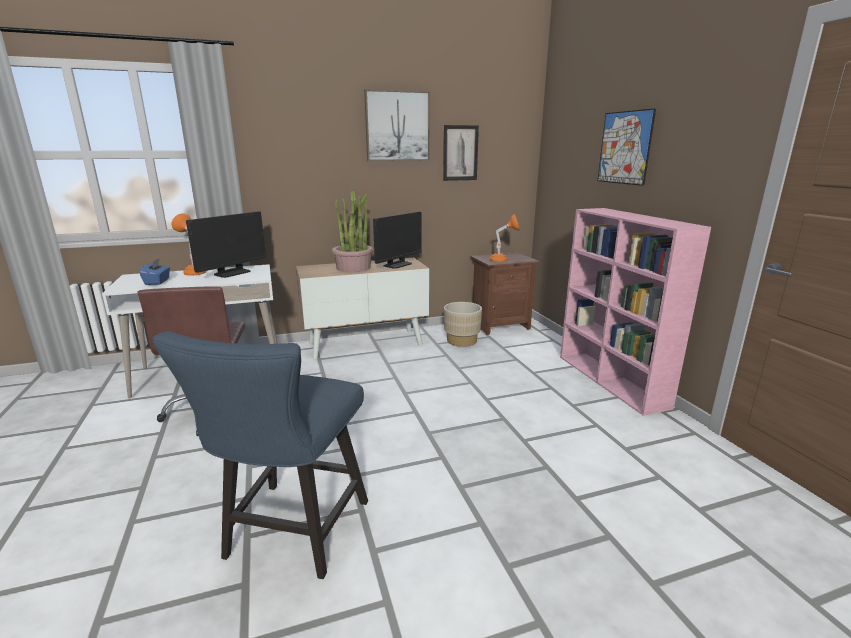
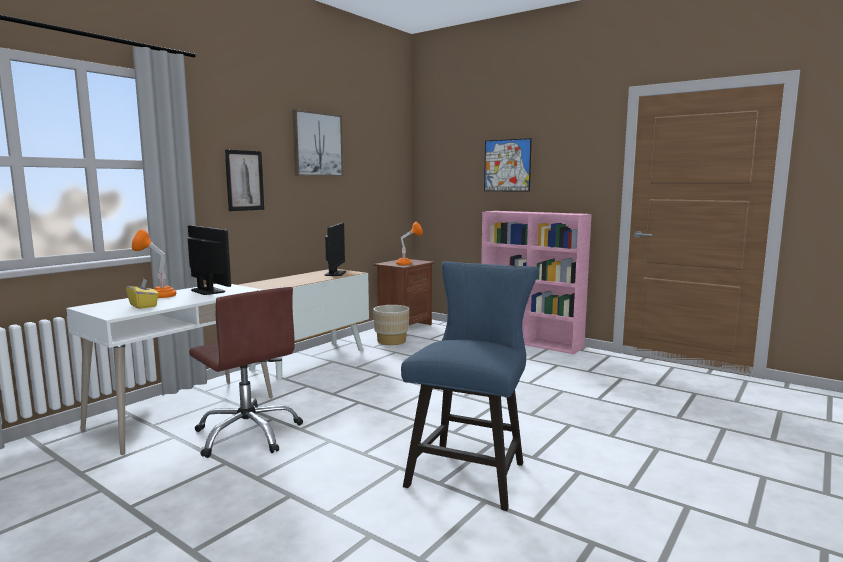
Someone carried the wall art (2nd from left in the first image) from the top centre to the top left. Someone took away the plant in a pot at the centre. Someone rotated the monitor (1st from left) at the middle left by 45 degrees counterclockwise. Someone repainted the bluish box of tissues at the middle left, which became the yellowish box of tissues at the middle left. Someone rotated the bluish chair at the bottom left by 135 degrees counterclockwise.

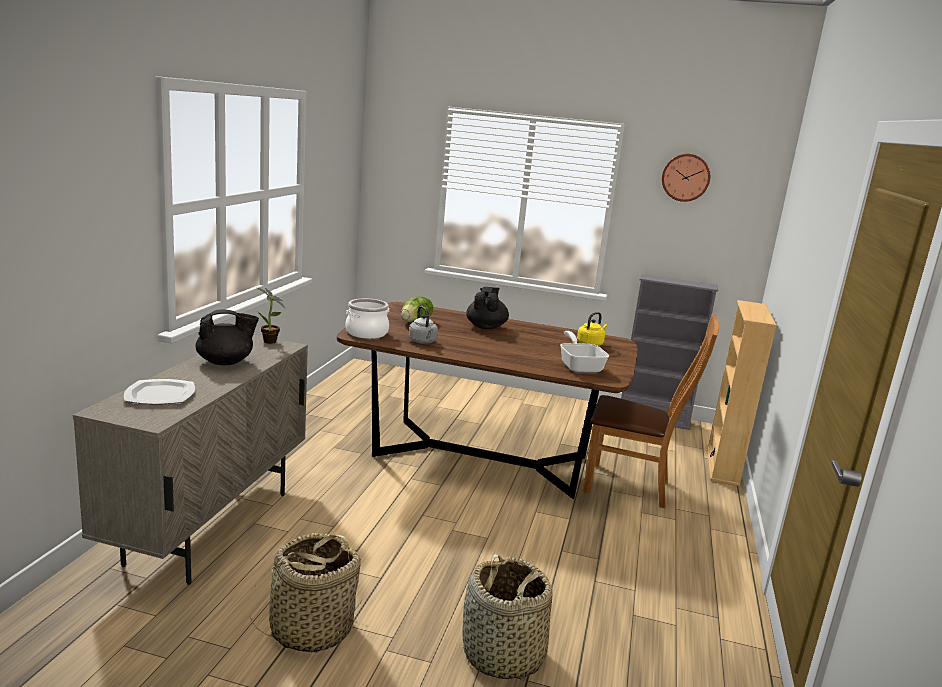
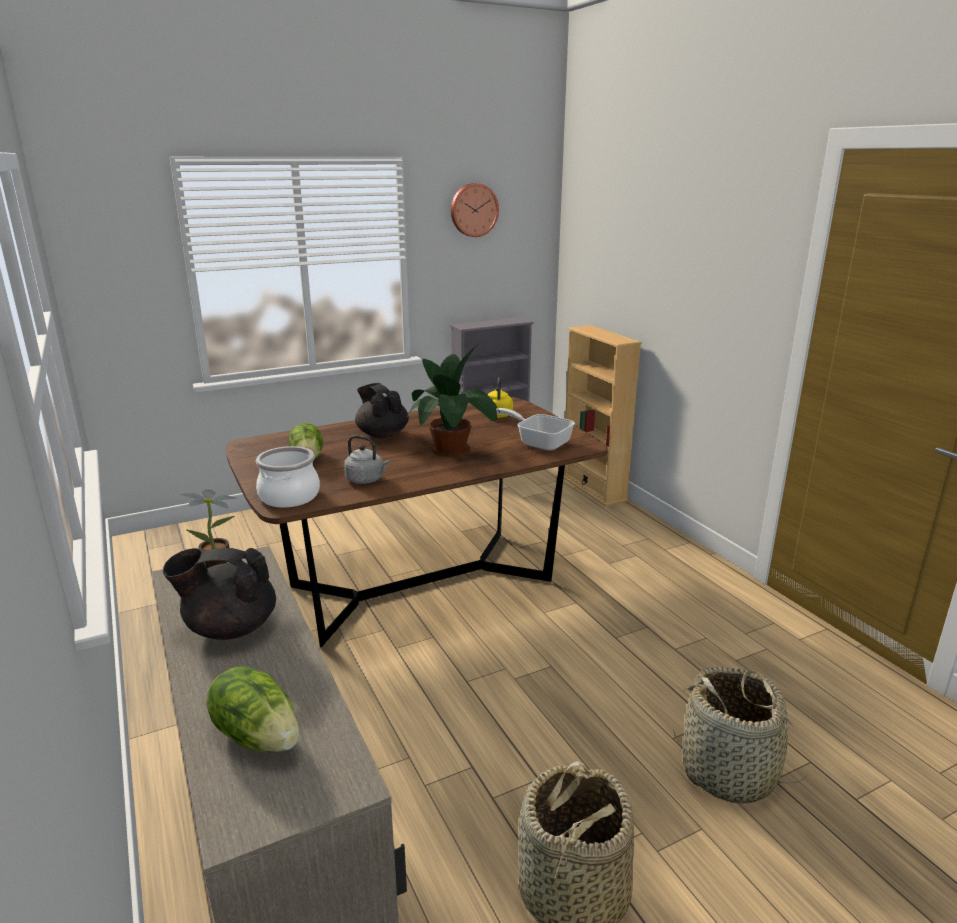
Someone rotated the blackish teapot (1st from left) at the middle left by 120 degrees counterclockwise. Someone took away the brownish chair at the middle right. Someone swapped the flat dish at the middle left for the head of lettuce (1st from left) at the bottom left. Someone put down the plant in a pot (2nd from left) at the centre.

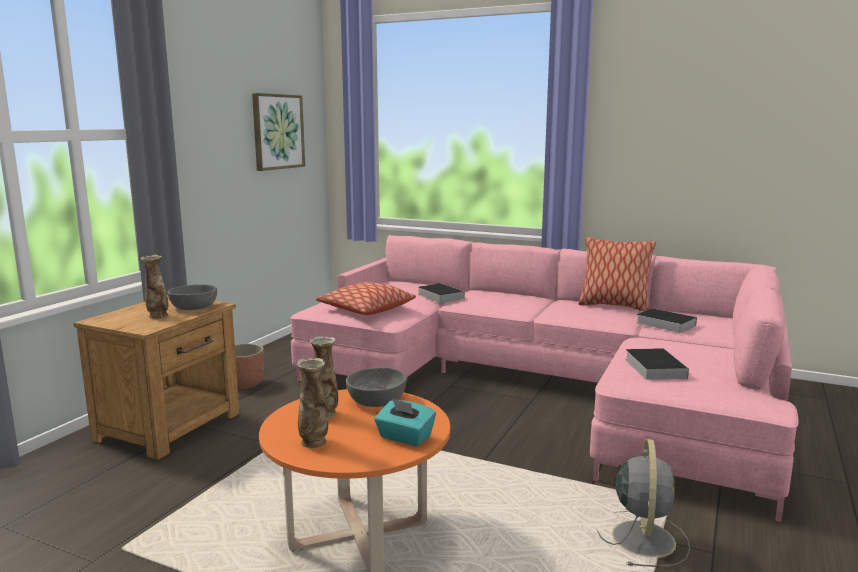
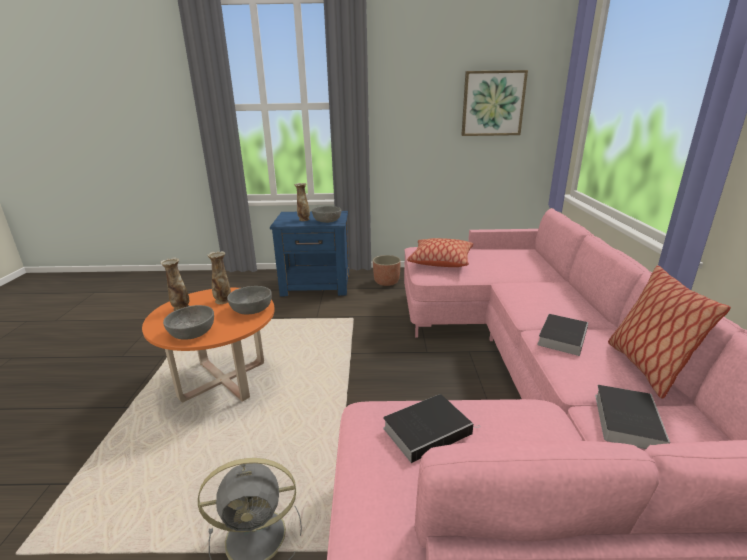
Someone carried the book (1st from left in the first image) from the centre to the middle right. Someone repainted the brownish nightstand at the middle left, which became the bluish nightstand at the centre. Someone swapped the blue-green box of tissues at the bottom centre for the gray serving bowl (1st from left) at the middle left.

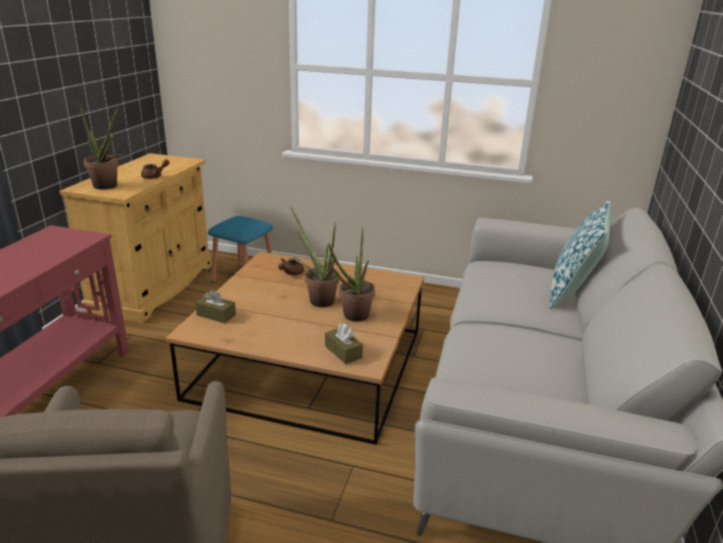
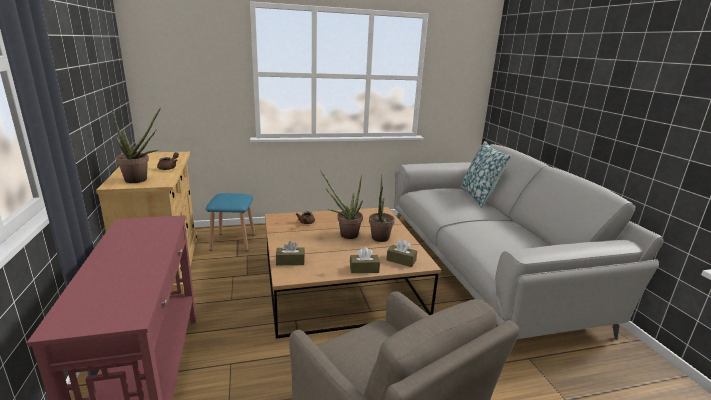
Someone put down the brownish box of tissues (2nd from left) at the centre.

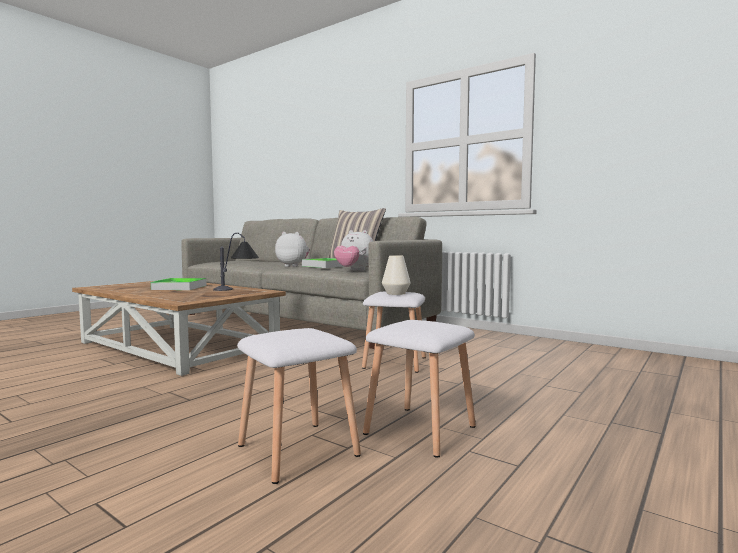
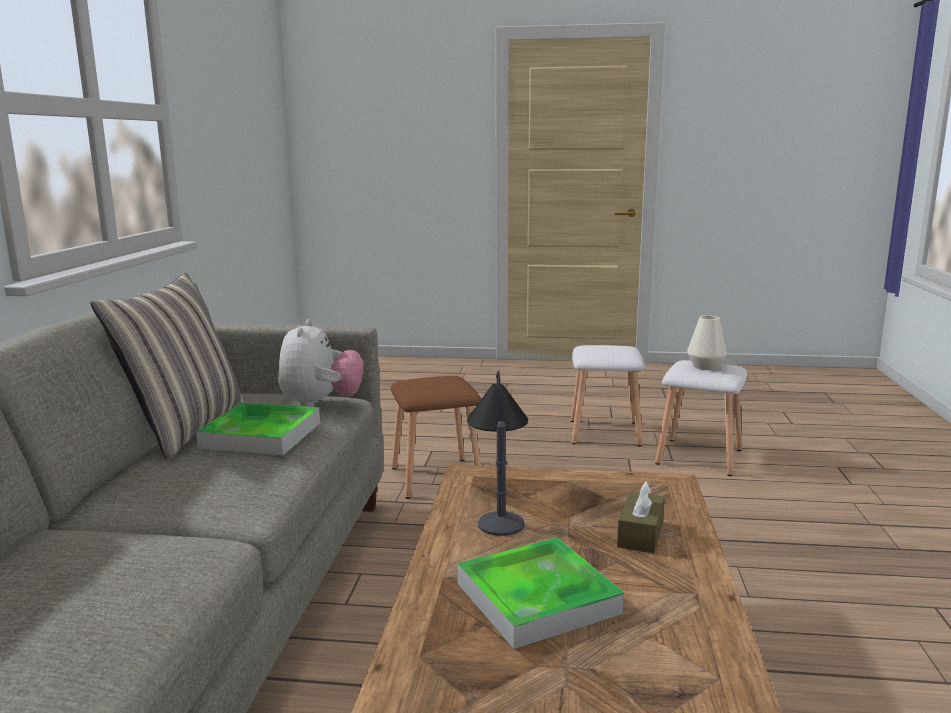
Someone took away the plush toy (1st from left) at the centre. Someone carried the whitish flower vase from the centre to the middle right. Someone repainted the whitish stool seat (2nd from left) at the centre, which became the brownish stool seat at the centre. Someone put down the brownish box of tissues at the bottom right.

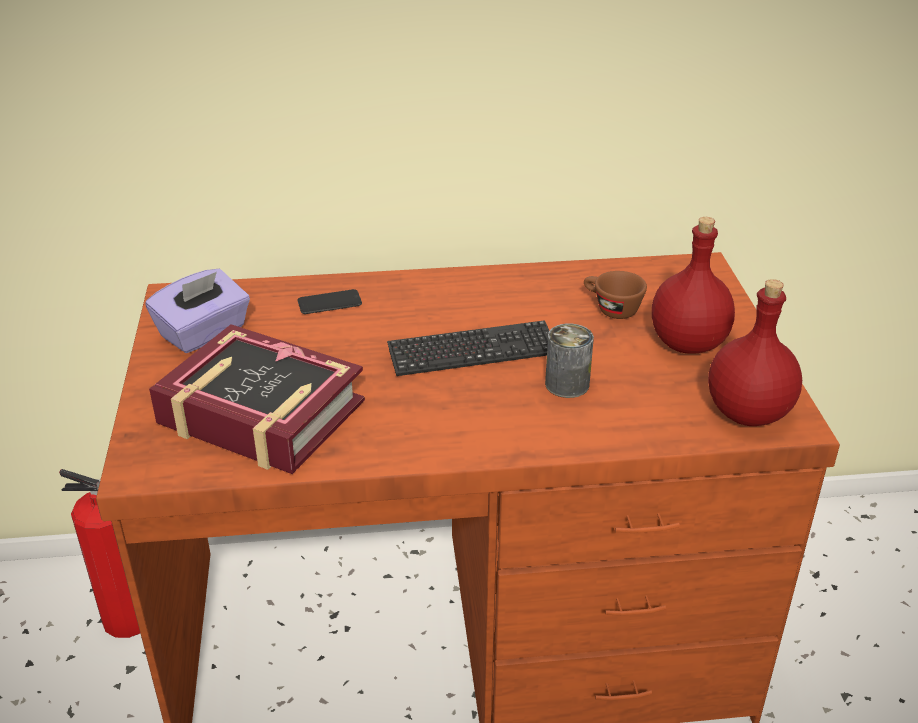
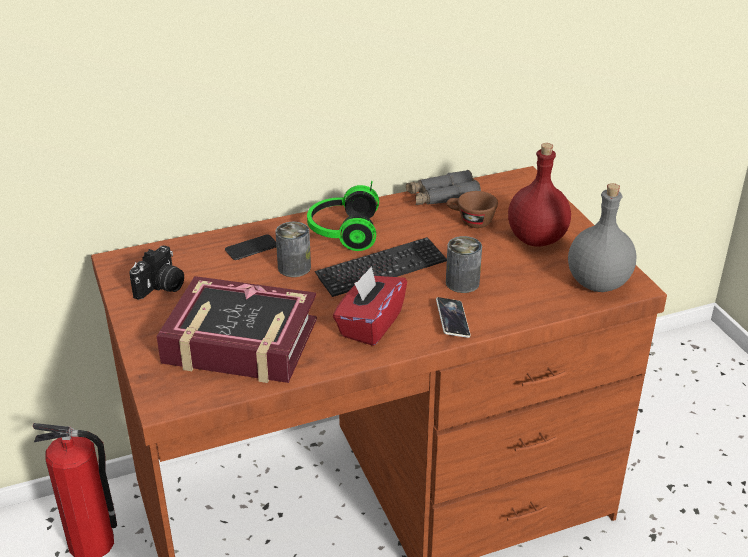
Someone swapped the purple box of tissues at the middle left for the photo camera at the middle left. Someone repainted the reddish bottle (2nd from left) at the middle right, which became the gray bottle at the middle right. Someone put down the gray binoculars at the centre. Someone put down the pair of headphones at the centre. Someone put down the sealed can (1st from left) at the centre. Someone put down the reddish box of tissues at the centre. Someone put down the phone (2nd from left) at the centre.

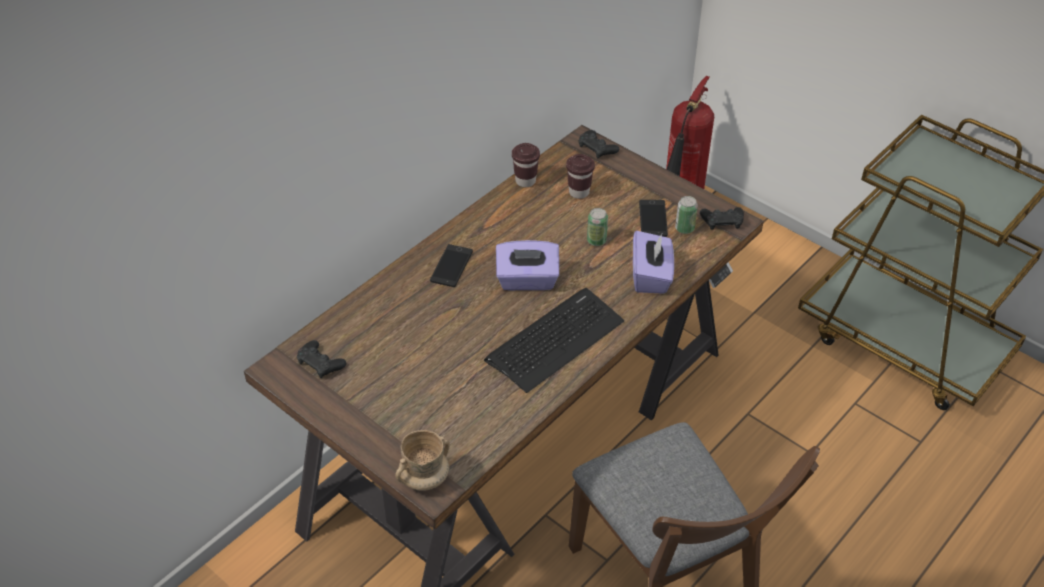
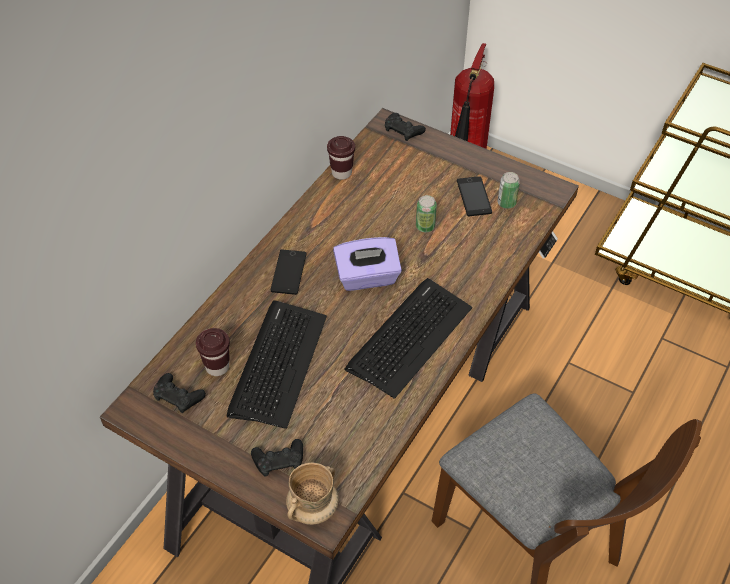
Someone carried the brownish cup (2nd from left in the first image) from the top centre to the middle left. Someone carried the blackish gamepad (3rd from left in the first image) from the middle right to the bottom centre. Someone took away the purple box of tissues (2nd from left) at the centre. Someone put down the PC keyboard (1st from left) at the centre.

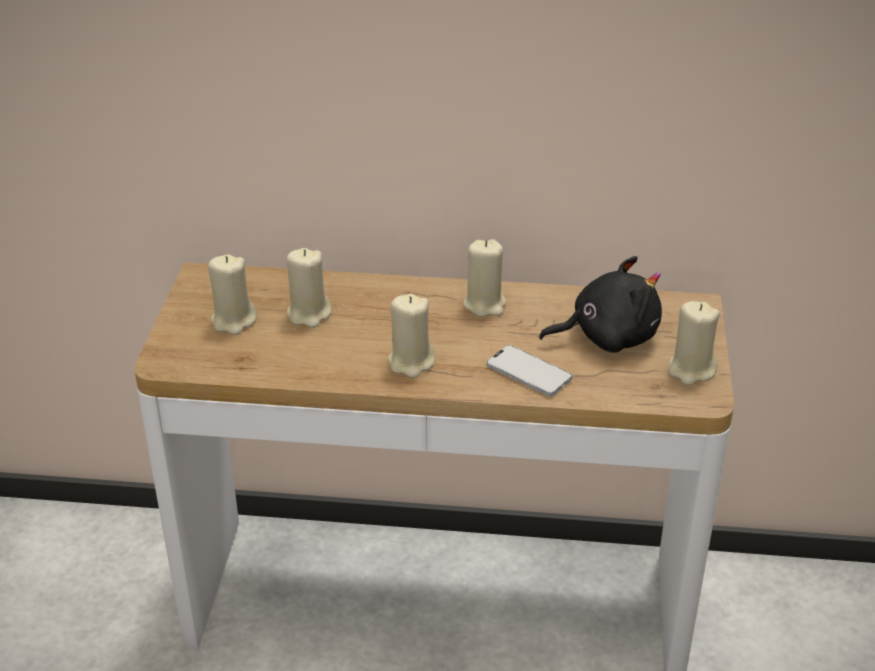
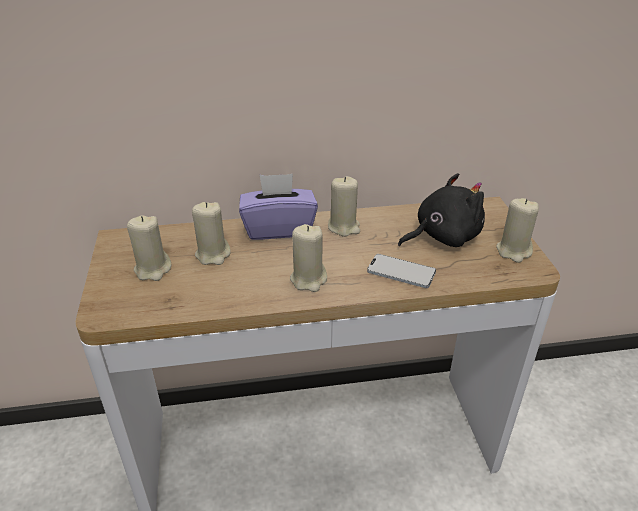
Someone put down the purple box of tissues at the centre.

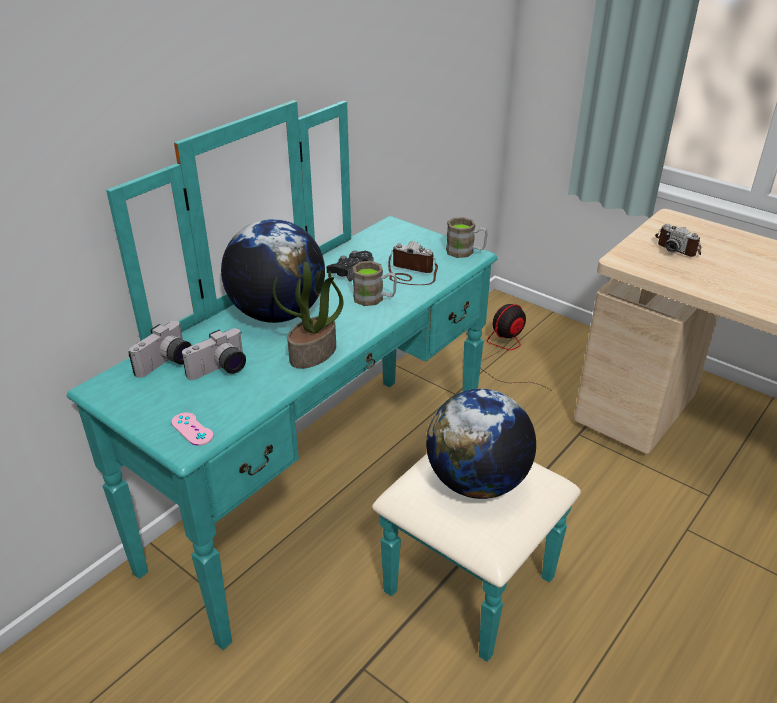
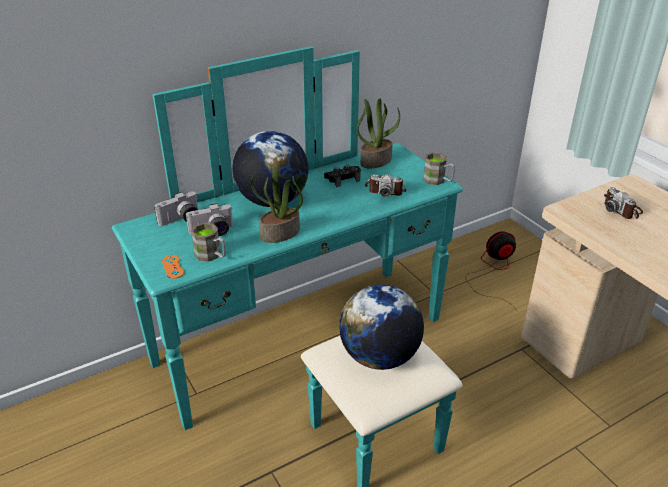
Someone rotated the photo camera (3rd from left) at the centre by 150 degrees clockwise. Someone carried the brownish coffee mug (1st from left) from the centre to the middle left. Someone repainted the pink gamepad at the middle left, which became the orange-coloured gamepad at the middle left. Someone put down the plant in a pot (2nd from left) at the top centre.

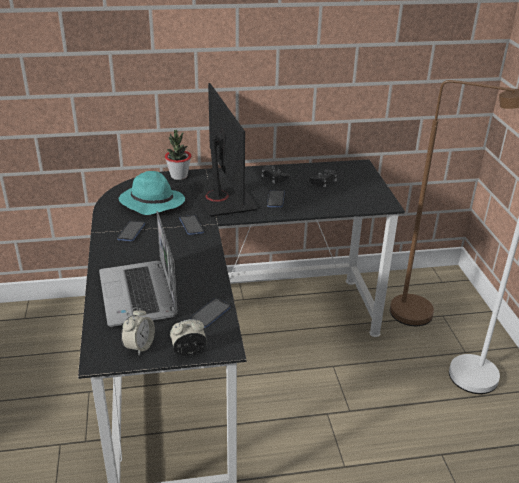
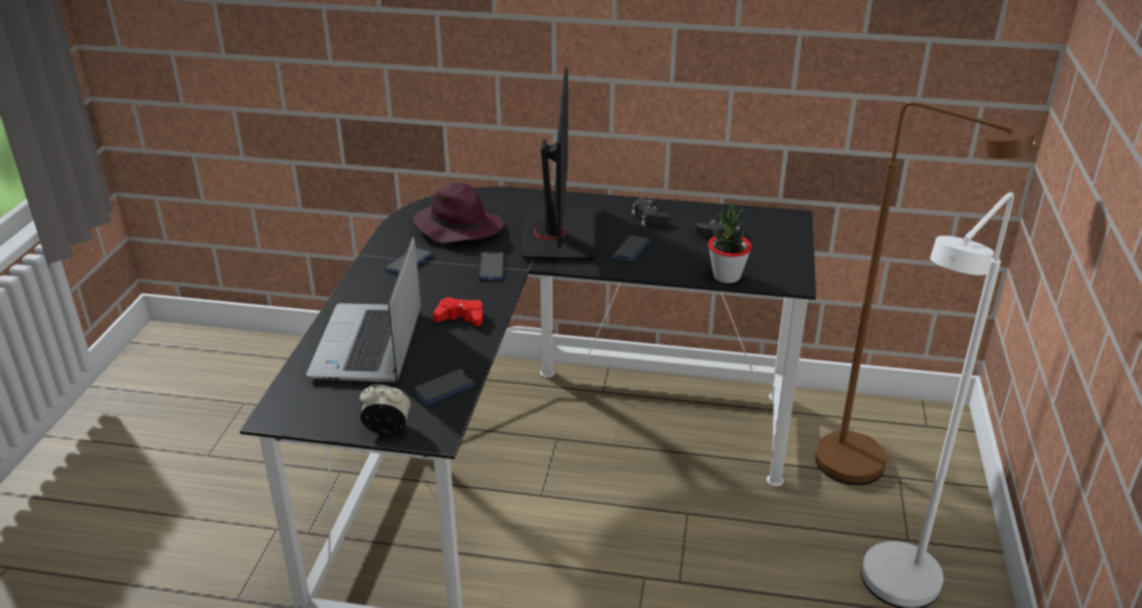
Someone carried the plant in a pot from the top centre to the centre. Someone repainted the blue-green wearable hat at the middle left, which became the purple wearable hat at the centre. Someone took away the bedside clock (1st from left) at the bottom left. Someone put down the reddish gamepad at the centre.

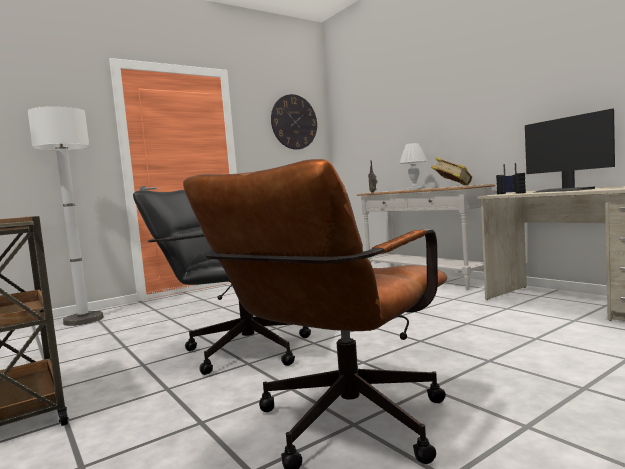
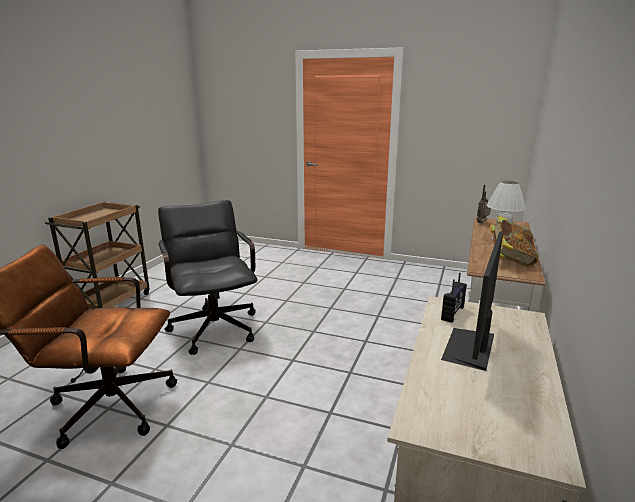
Someone took away the clock on the wall at the top centre. Someone took away the whitish standing lamp at the middle left.

